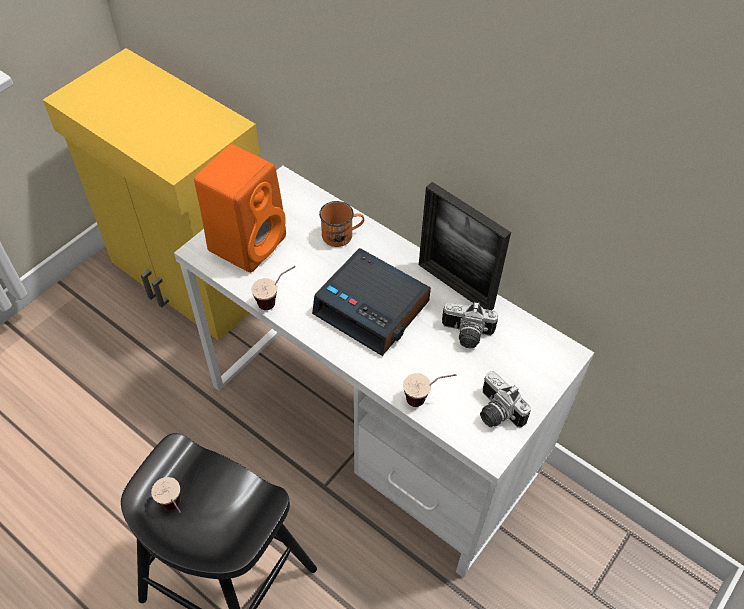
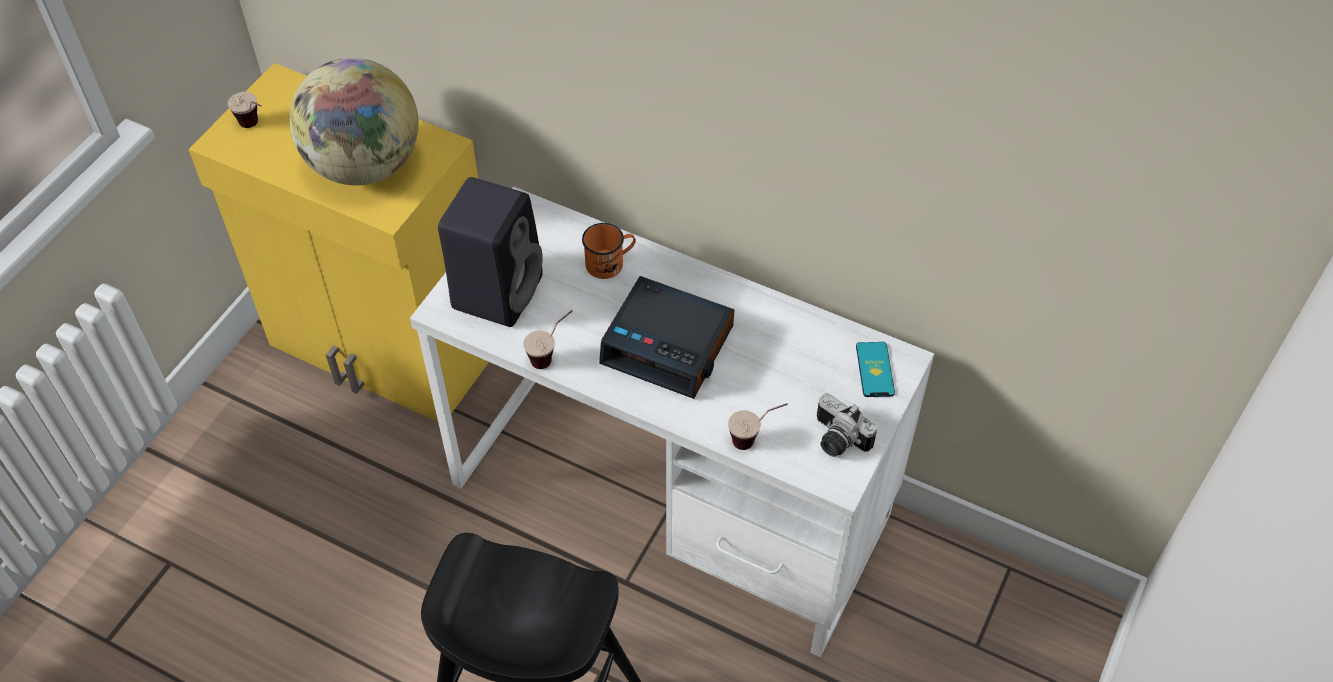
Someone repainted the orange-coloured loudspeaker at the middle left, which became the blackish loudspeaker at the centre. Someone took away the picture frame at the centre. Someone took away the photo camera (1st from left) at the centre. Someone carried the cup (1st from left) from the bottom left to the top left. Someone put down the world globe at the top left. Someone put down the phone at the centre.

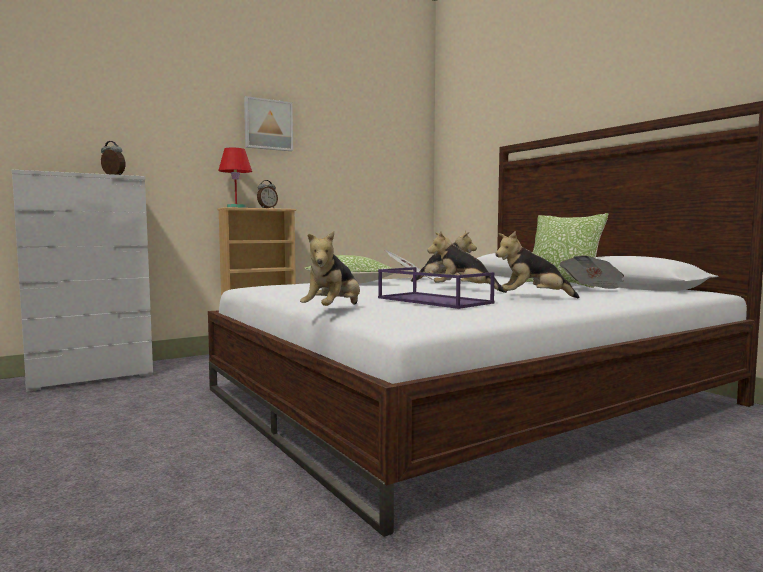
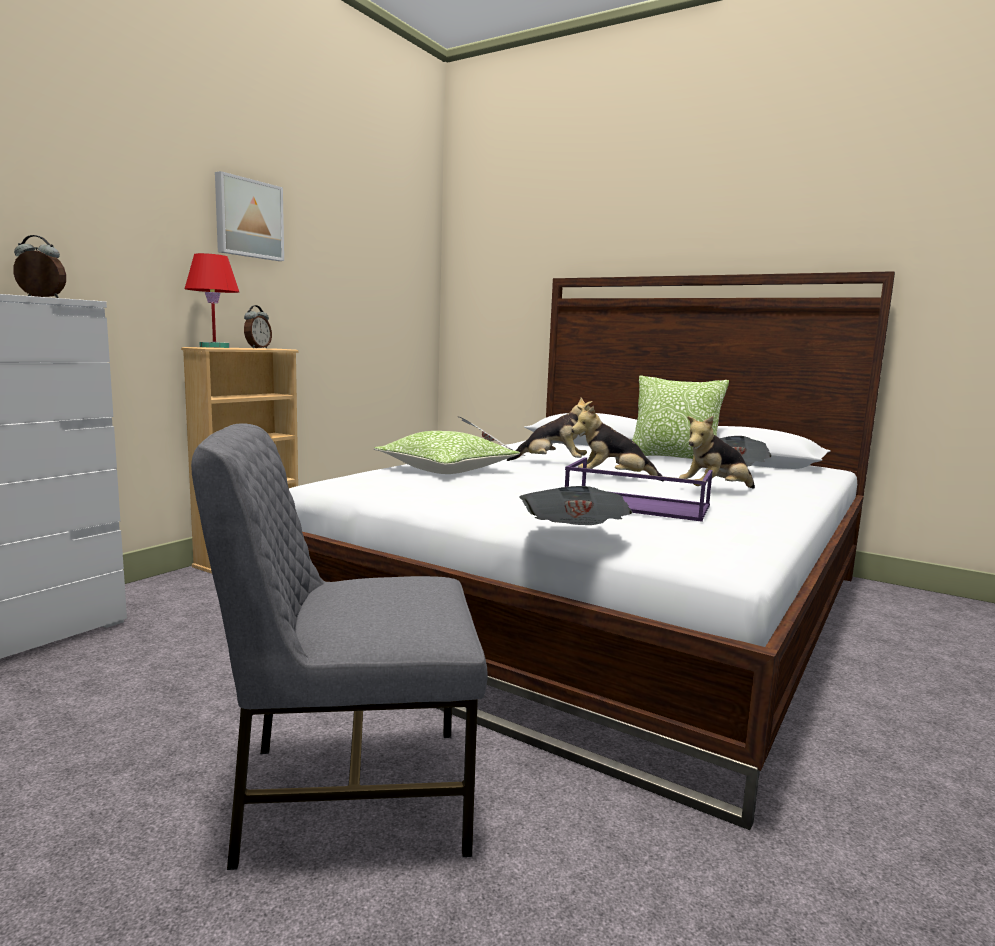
Someone swapped the plush toy (1st from left) at the centre for the newspaper (2nd from left) at the centre. Someone put down the gray chair at the bottom centre.

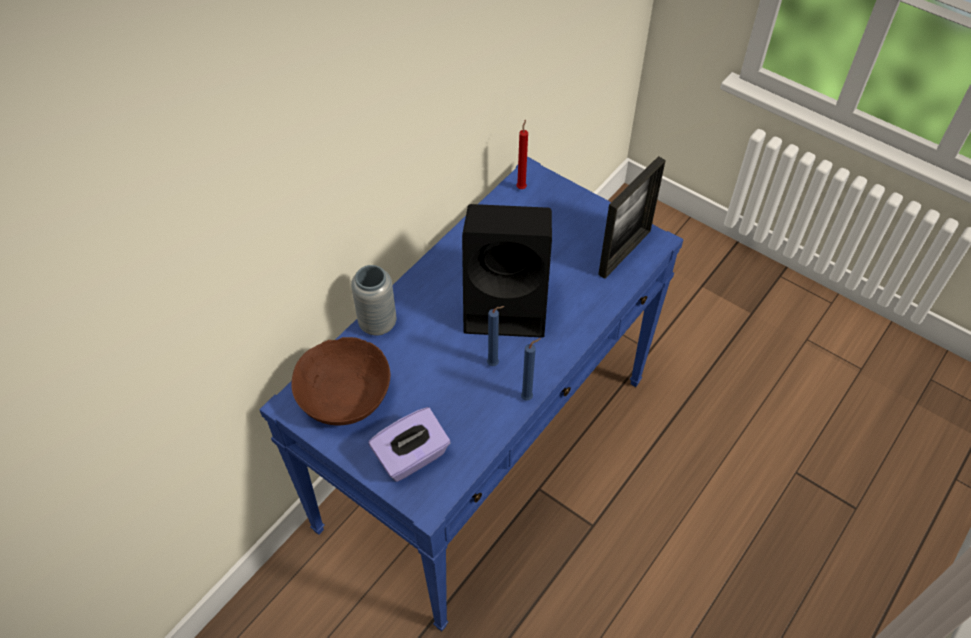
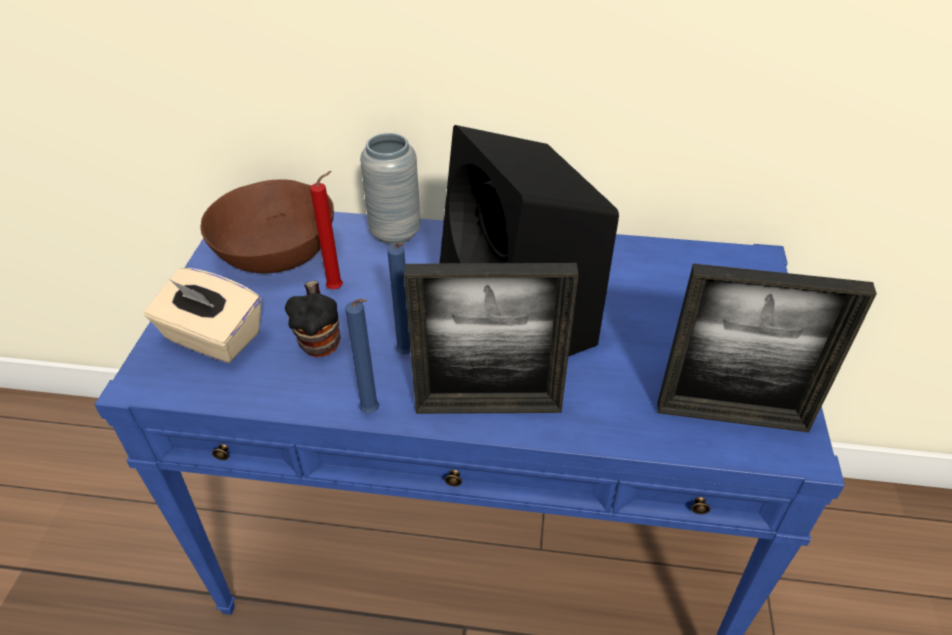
Someone carried the reddish candle from the top centre to the centre. Someone repainted the purple box of tissues at the bottom centre, which became the sand-coloured box of tissues at the middle left. Someone put down the picture frame (1st from left) at the centre. Someone put down the coffee mug at the middle left.

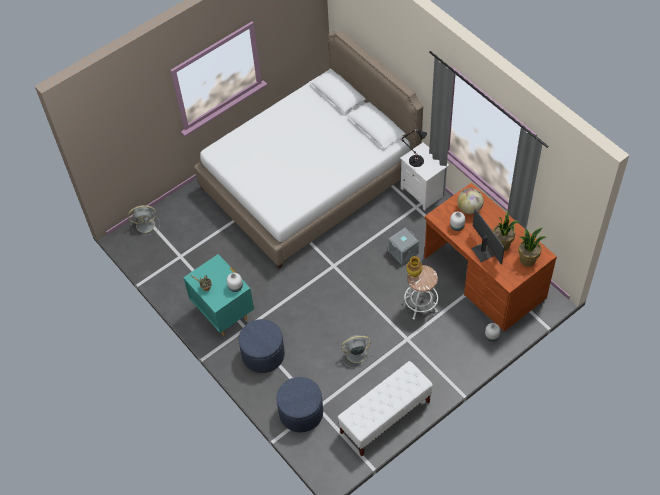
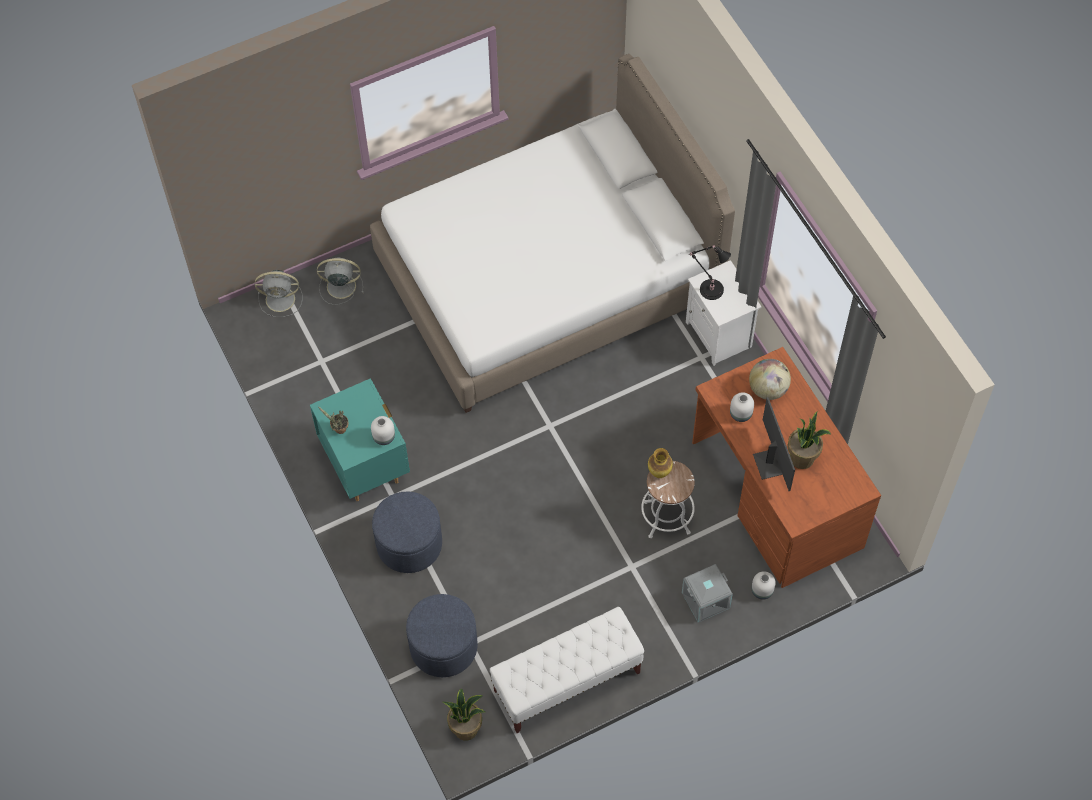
Someone carried the gray storage bin from the centre to the bottom centre. Someone carried the plant in a pot (3rd from left in the first image) from the middle right to the bottom centre. Someone carried the gray cooling fan (2nd from left) from the bottom centre to the middle left.

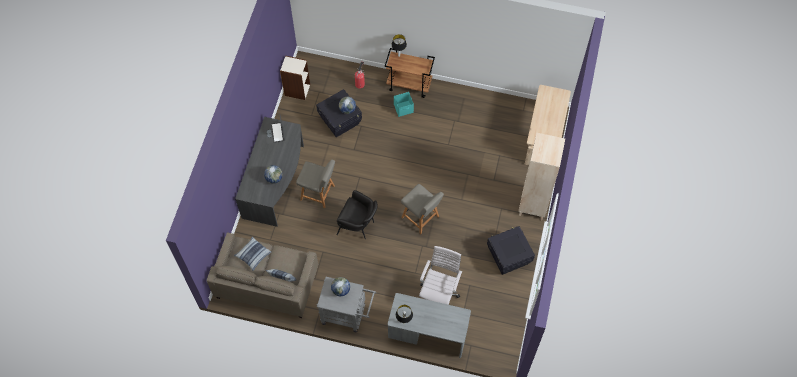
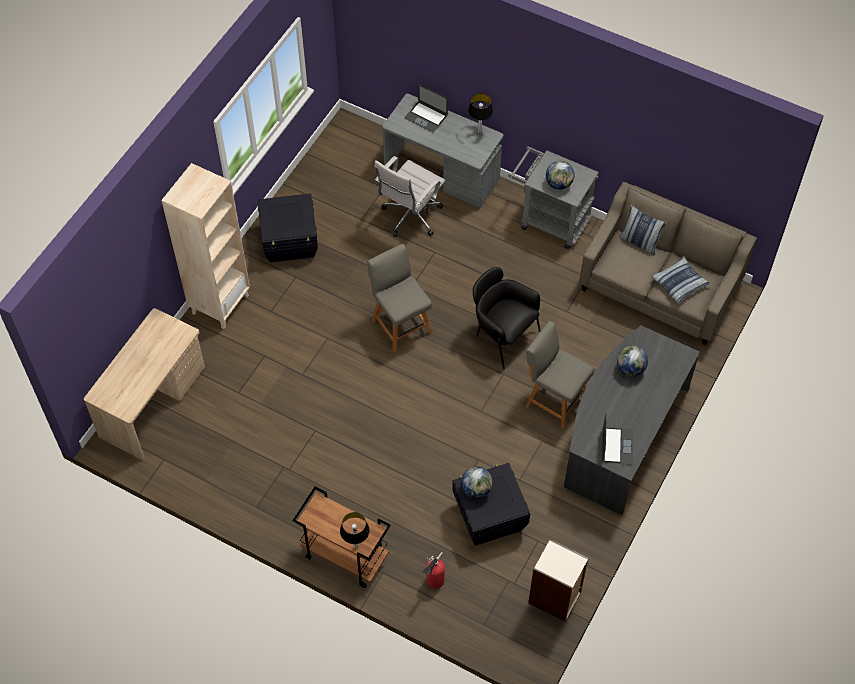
Someone took away the blue-green storage bin at the top centre. Someone put down the laptop (1st from left) at the top centre.

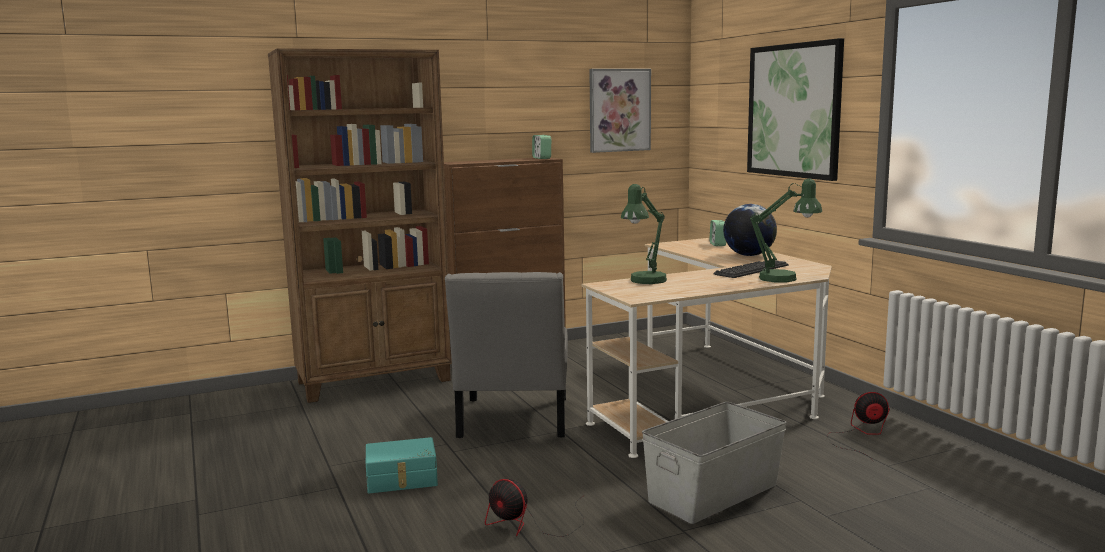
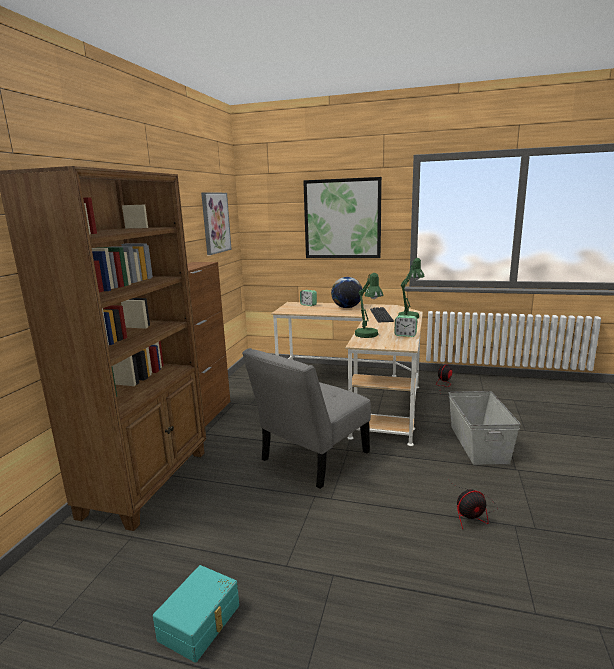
Someone carried the bedside clock (1st from left in the first image) from the top centre to the centre. Someone rotated the gray chair at the centre by 90 degrees clockwise. Someone carried the blue-green storage bin from the bottom centre to the bottom left.

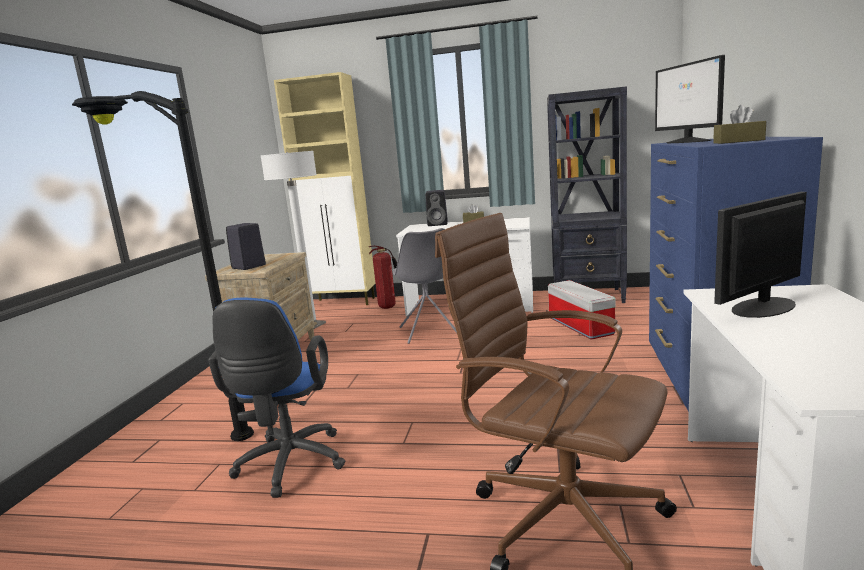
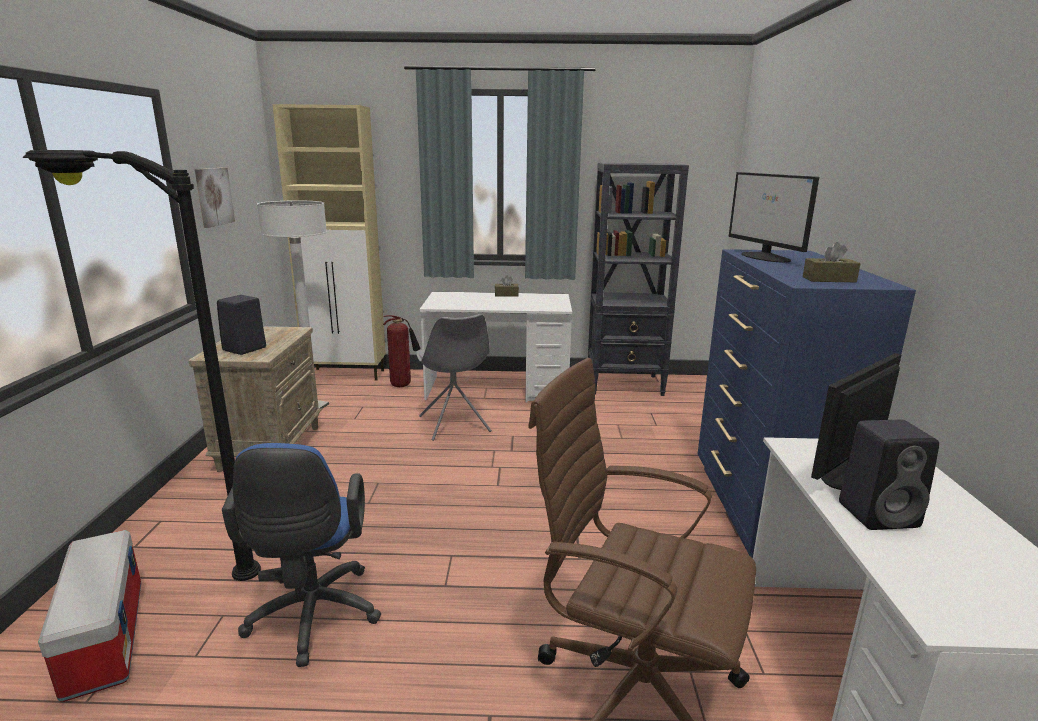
Someone carried the blackish loudspeaker (2nd from left) from the centre to the middle right. Someone carried the storage bin from the middle right to the bottom left. Someone put up the wall art at the top left.

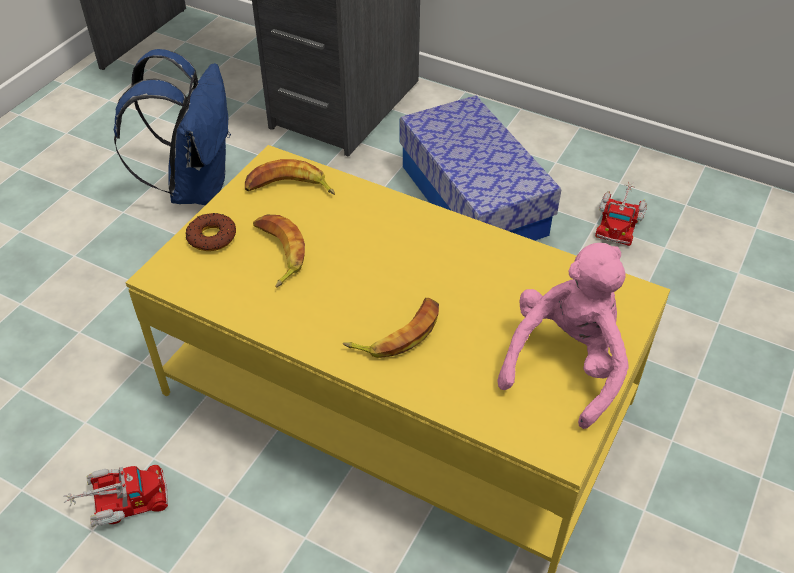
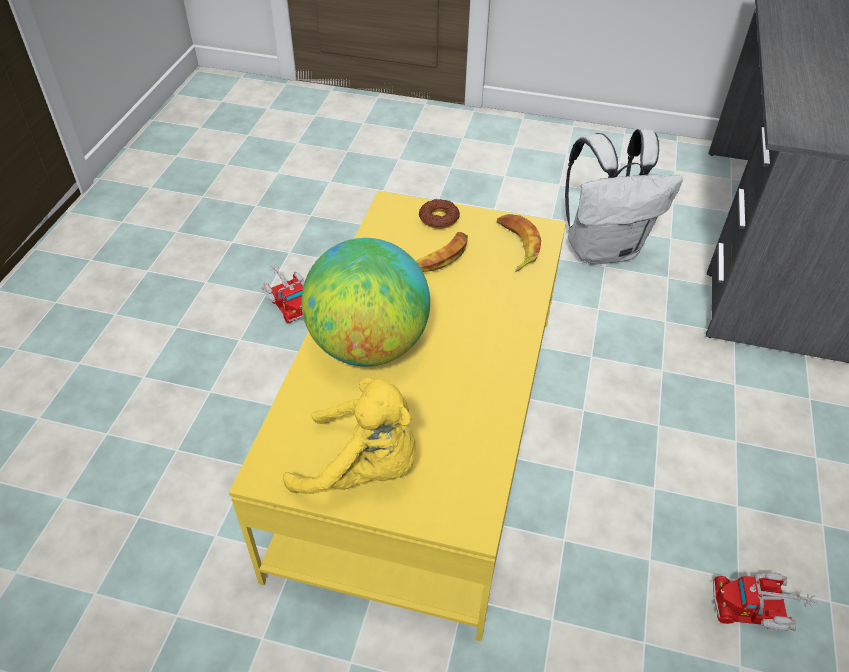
Someone repainted the bluish knapsack at the top left, which became the whitish knapsack at the top right. Someone took away the storage bin at the top centre. Someone repainted the pink plush toy at the middle right, which became the yellowish plush toy at the centre. Someone swapped the banana fruit (3rd from left) at the centre for the world globe at the centre.

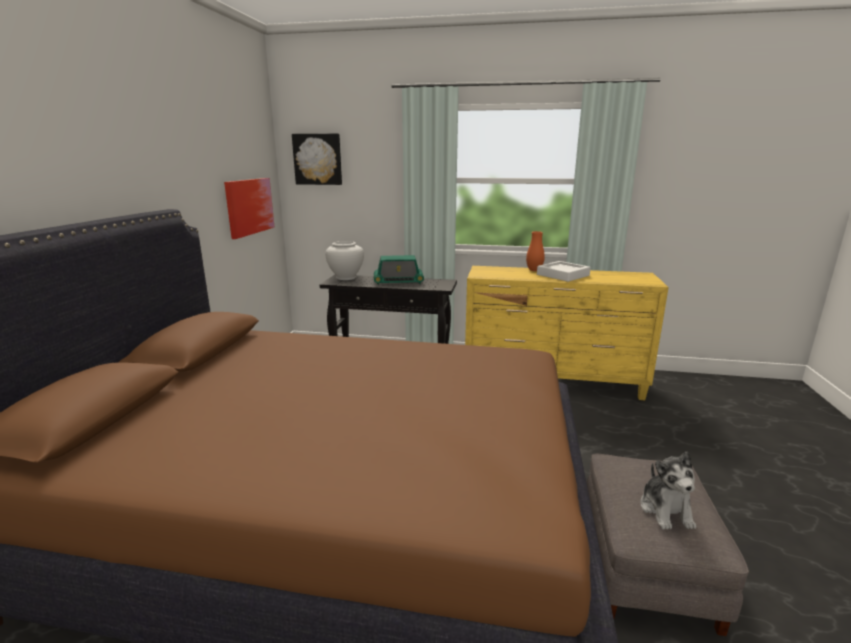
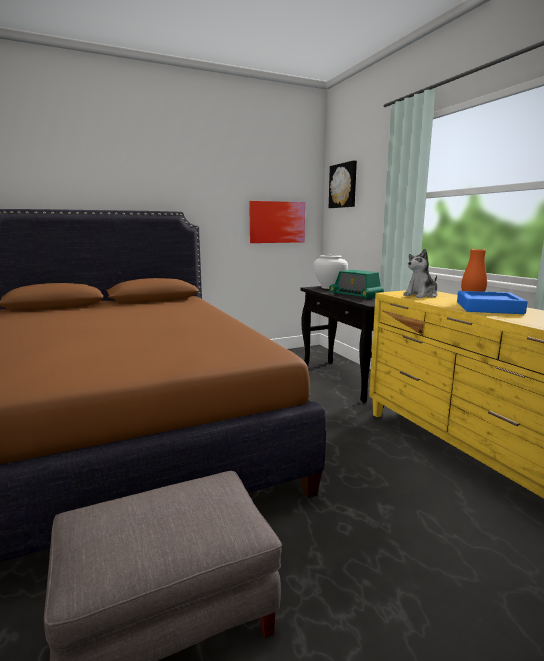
Someone repainted the whitish serving tray at the centre, which became the bluish serving tray at the middle right. Someone carried the plush toy from the bottom right to the middle right.

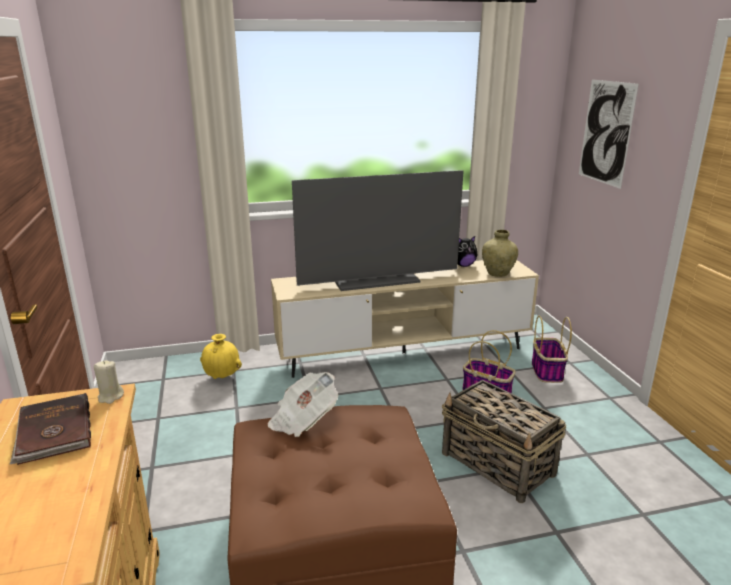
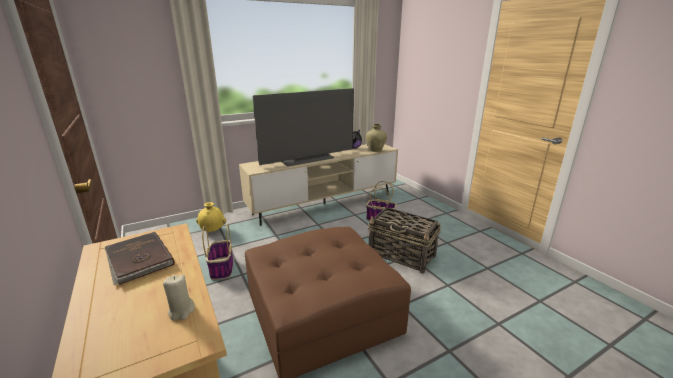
Someone took away the wall art at the top right. Someone carried the basket (3rd from left in the first image) from the middle right to the bottom left. Someone carried the sand-coloured candle from the middle left to the bottom left. Someone took away the newspaper at the bottom centre.

